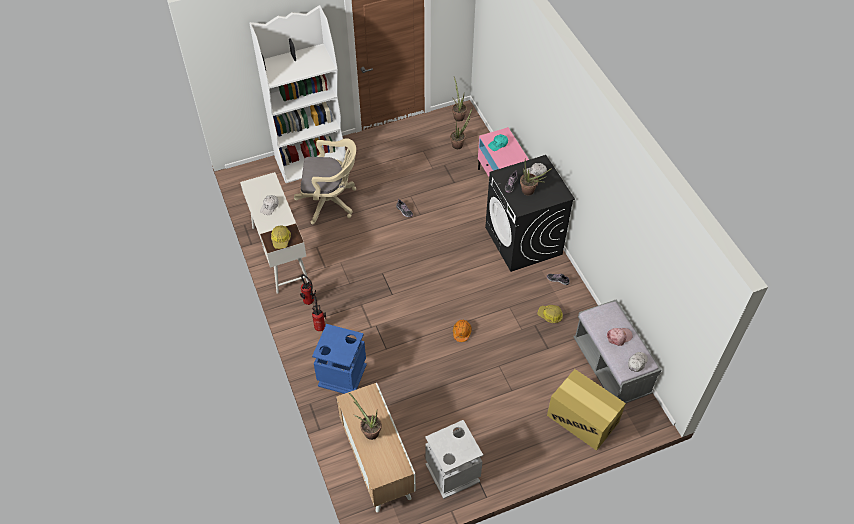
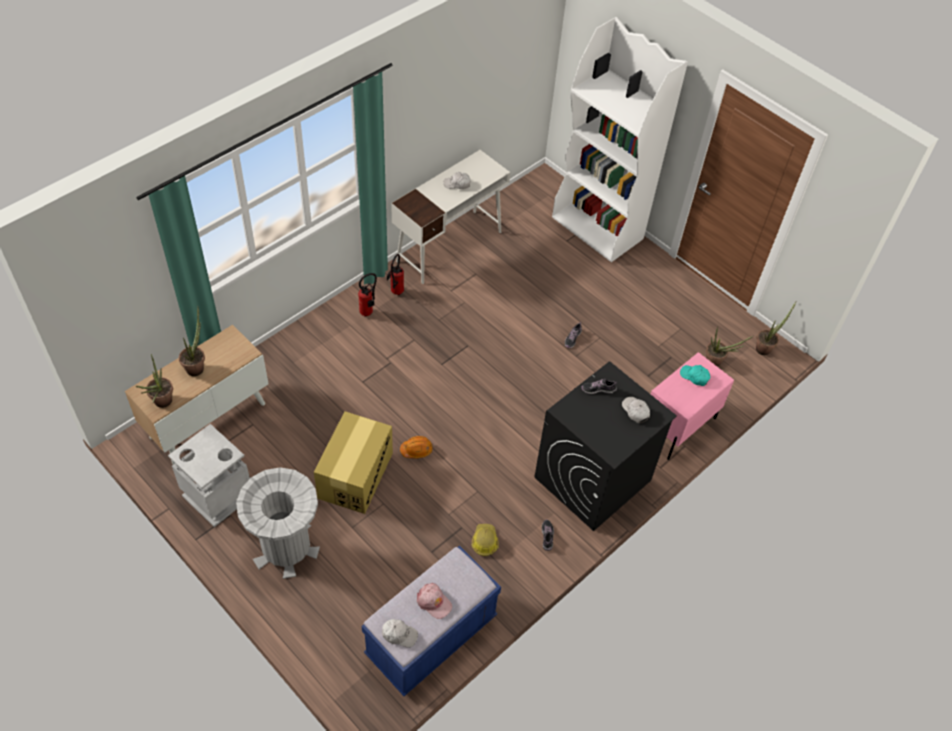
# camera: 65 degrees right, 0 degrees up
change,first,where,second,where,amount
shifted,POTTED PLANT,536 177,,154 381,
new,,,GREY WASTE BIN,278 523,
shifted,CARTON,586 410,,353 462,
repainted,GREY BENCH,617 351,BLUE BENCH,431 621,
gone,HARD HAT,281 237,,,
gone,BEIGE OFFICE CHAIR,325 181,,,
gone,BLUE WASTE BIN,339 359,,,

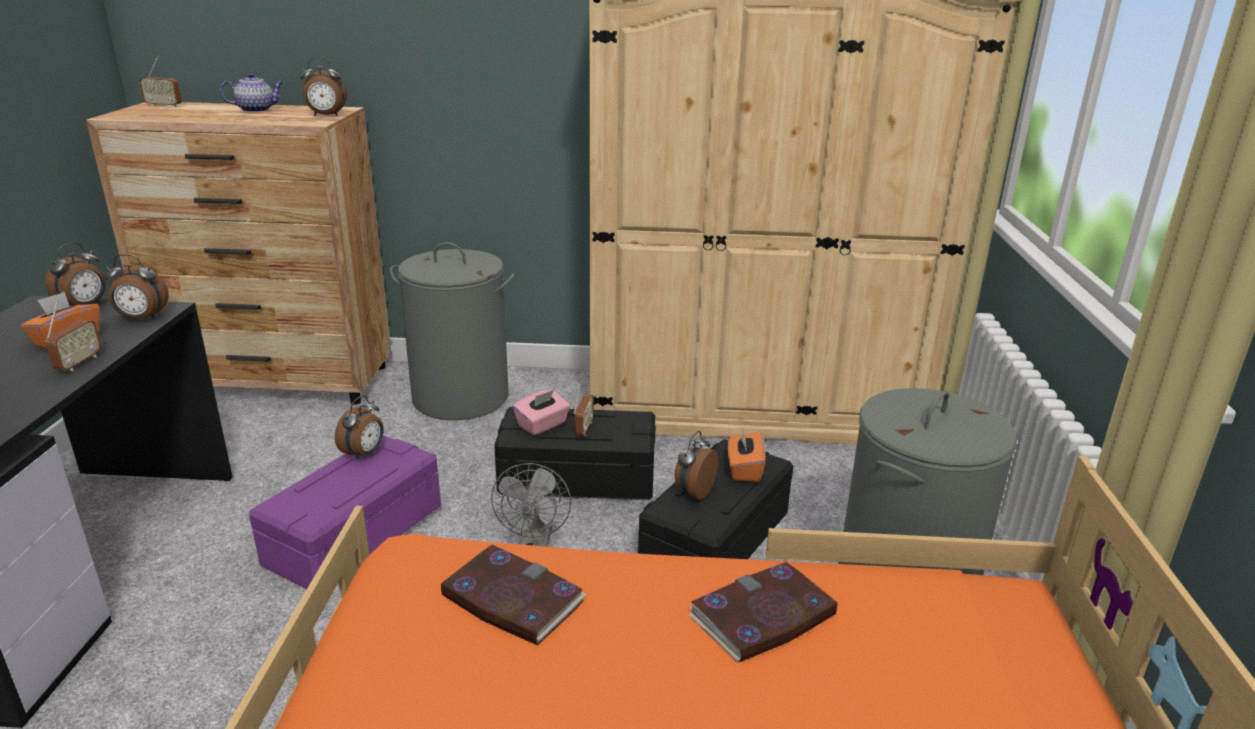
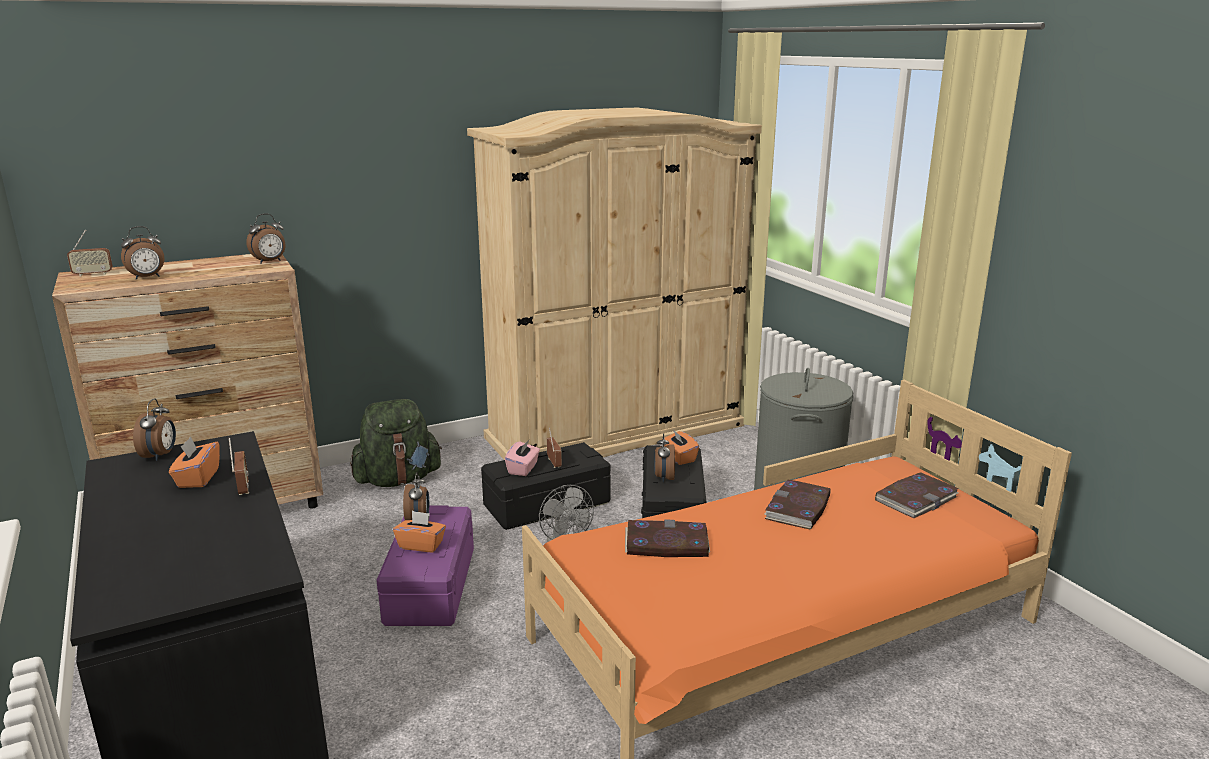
# camera: 30 degrees left, 5 degrees down
change,first,where,second,where,amount
shifted,BEDSIDE CLOCK,137 287,,142 253,
swapped,GREY HAMPER,452 331,GREENISH RUCKSACK,396 443,
new,,,ORANGEY TISSUE HOLDER,419 531,
new,,,BOOK,917 495,
gone,TEAPOT,252 92,,,

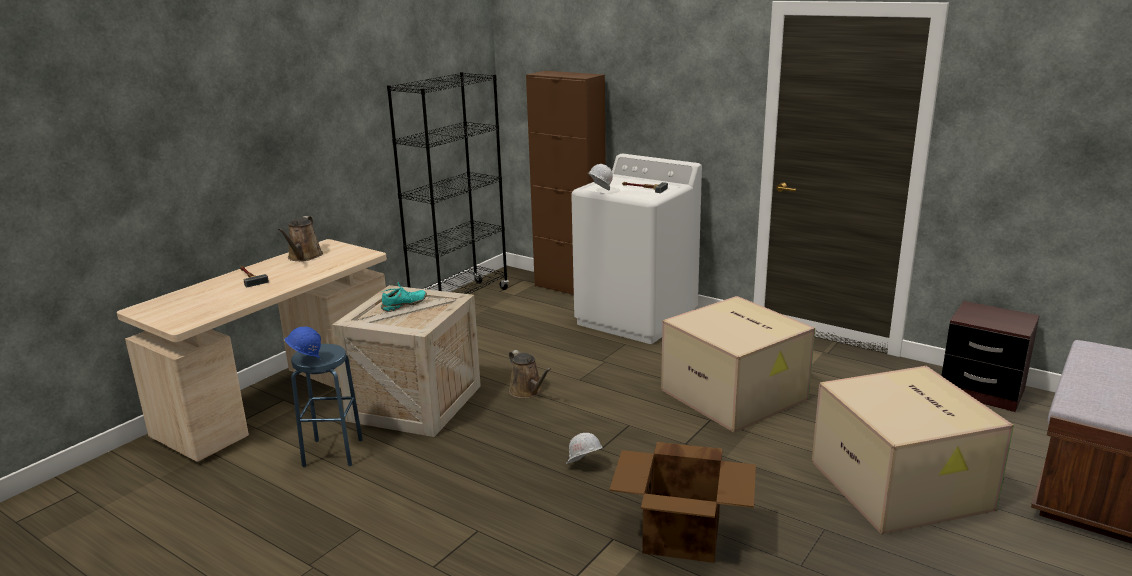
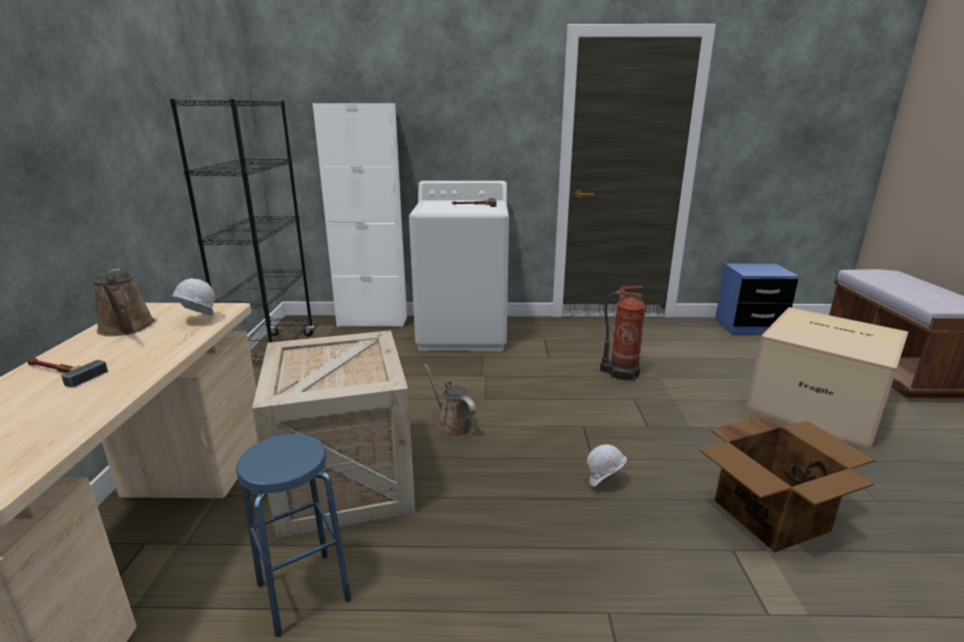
# camera: 35 degrees left, 0 degrees up
change,first,where,second,where,amount
shifted,WHITE HARD HAT,600 177,,192 297,
repainted,BROWN STORAGE CABINET,565 183,WHITE STORAGE CABINET,360 215,
rotated,BROWN WATERING CAN,530 374,,450 401,150 degrees counterclockwise
swapped,CARTON,738 364,EXTINGUISHER,623 333,
repainted,BROWN BEDSIDE TABLE,990 356,BLUE BEDSIDE TABLE,757 299,
gone,BLUE HARD HAT,302 342,,,
gone,BLUE-GREEN ITEM OF FOOTWEAR,404 297,,,

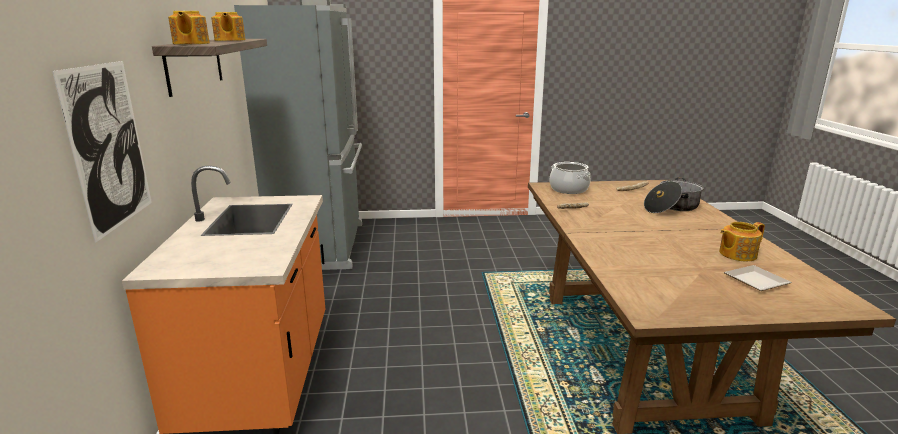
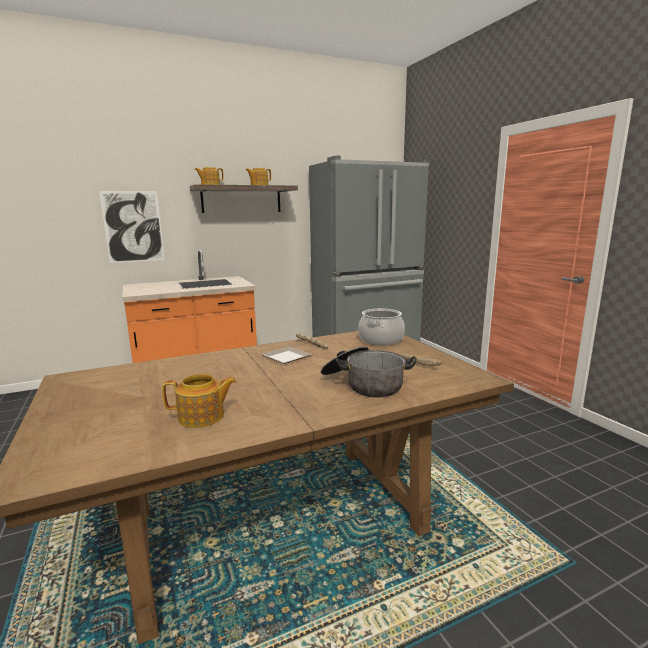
# camera: 70 degrees right, 5 degrees down
change,first,where,second,where,amount
rotated,TEAPOT,742 241,,199 401,120 degrees clockwise
shifted,PLATE,758 278,,286 355,

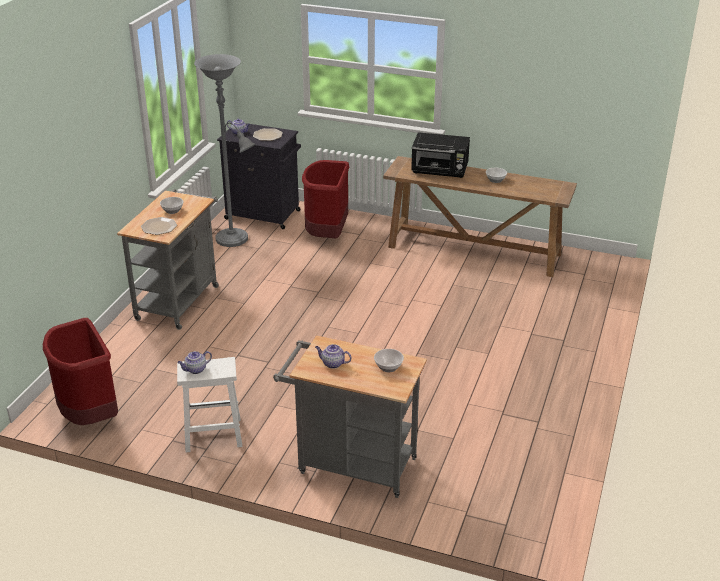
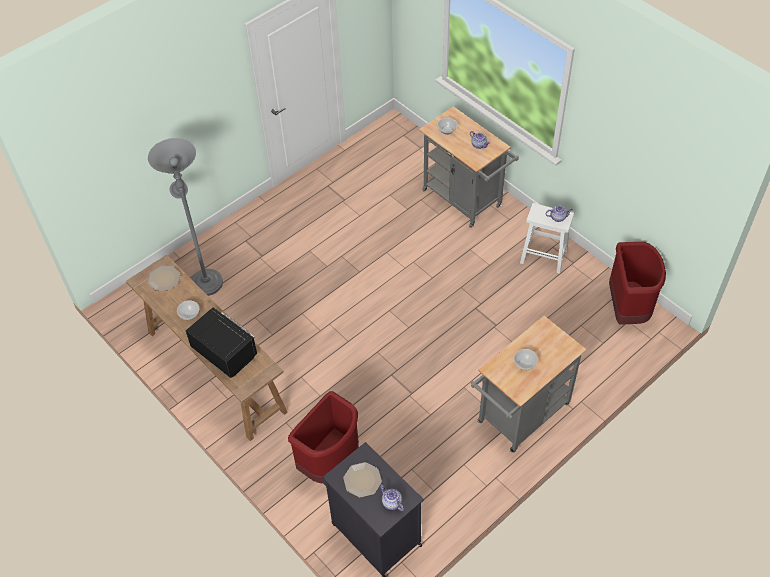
# camera: 150 degrees left, 20 degrees up
change,first,where,second,where,amount
shifted,GREY STANDARD LAMP,225 150,,185 217,
shifted,PLATE,159 226,,164 278,

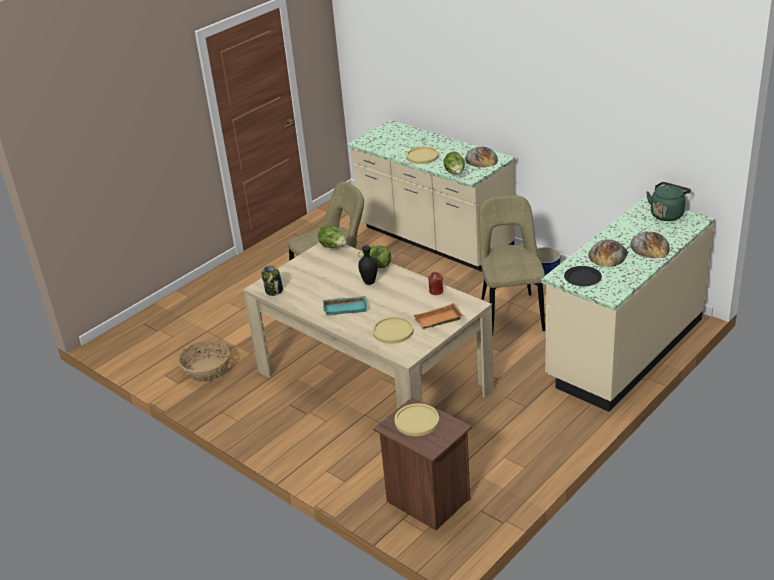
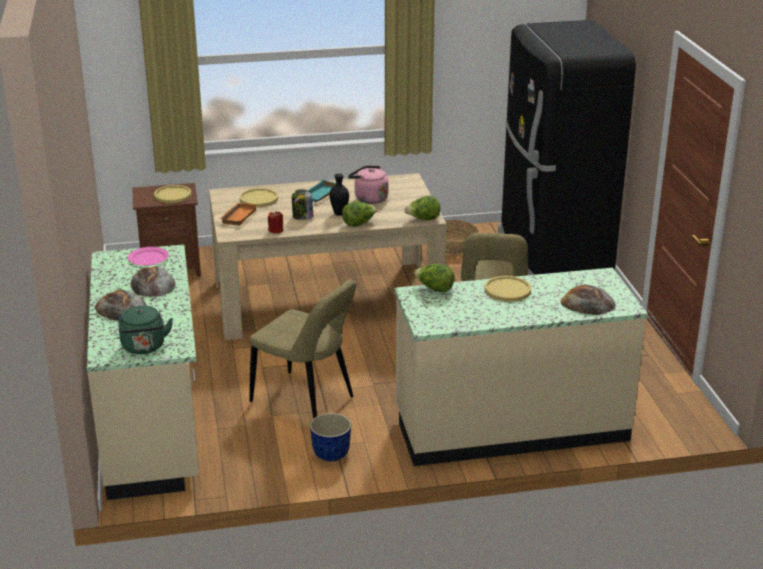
# camera: 125 degrees right, 5 degrees down
change,first,where,second,where,amount
repainted,BLACK-COLOURED PLATE,583 276,PINK-COLOURED PLATE,148 256,
shifted,PRESERVE JAR,272 280,,302 204,
new,,,PINK-COLOURED WATER KETTLE,368 184,
new,,,BLACK-COLOURED FRIDGE,567 147,
shifted,BREAD,481 157,,588 300,

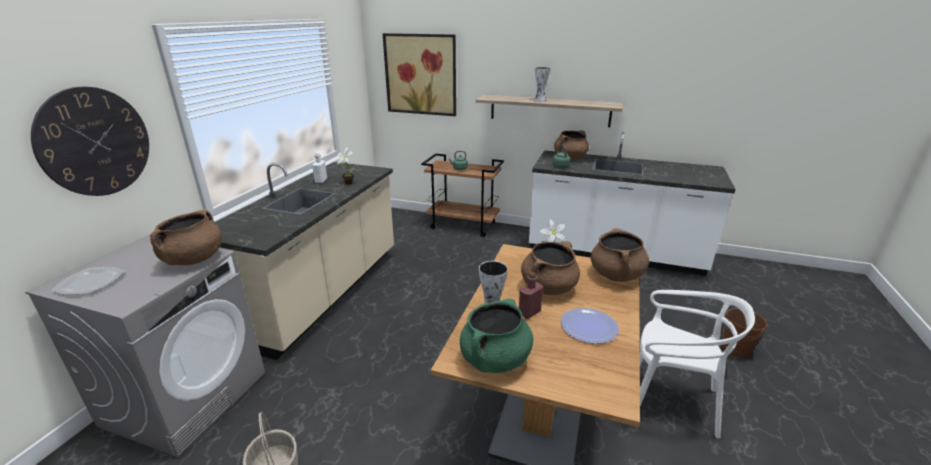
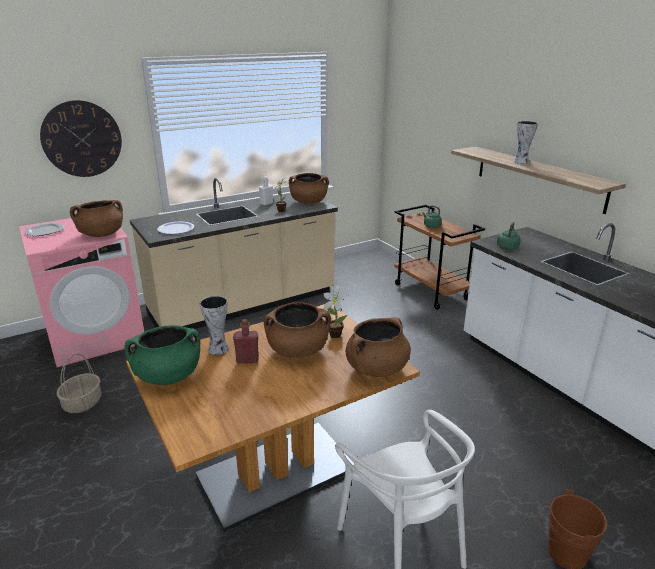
# camera: 40 degrees right, 0 degrees up
change,first,where,second,where,amount
repainted,GREY WASHING MACHINE,145 346,PINK-COLOURED WASHING MACHINE,81 292,
shifted,PLATE,590 326,,175 228,
shifted,BROWN COOKING POT,571 144,,309 188,
gone,WALL PICTURE,419 74,,,

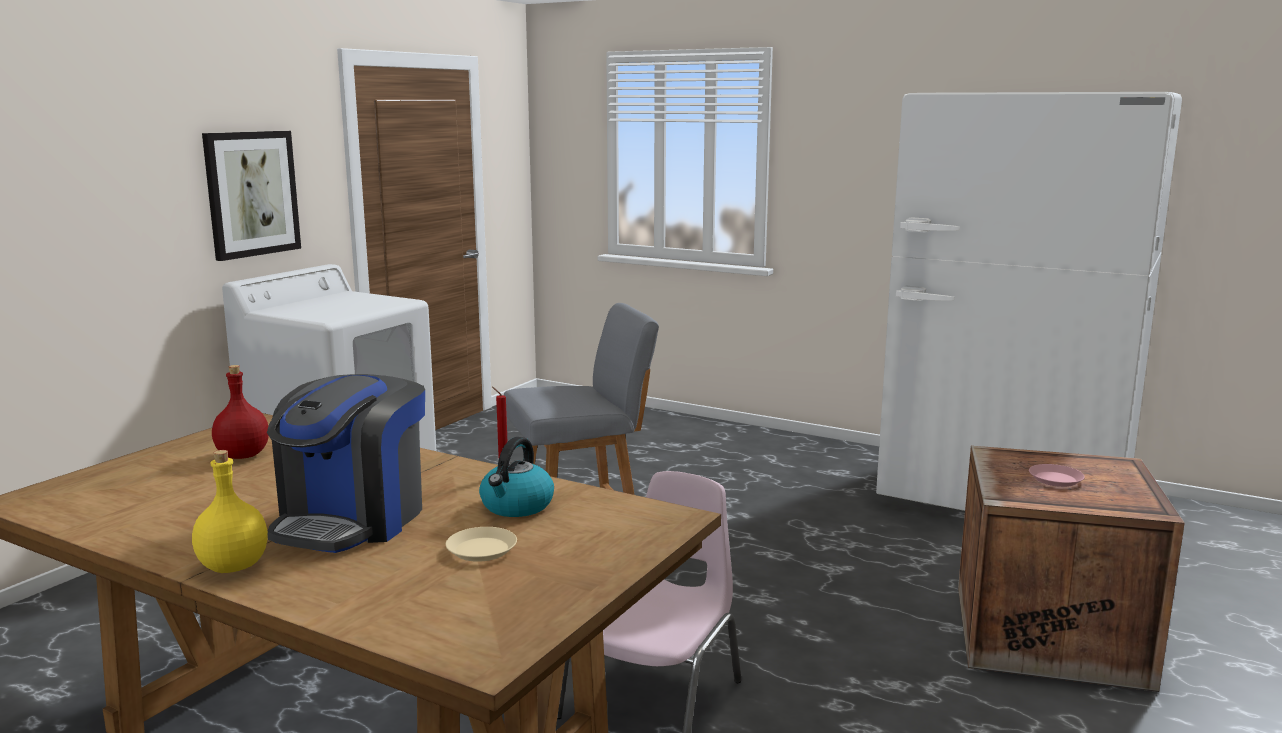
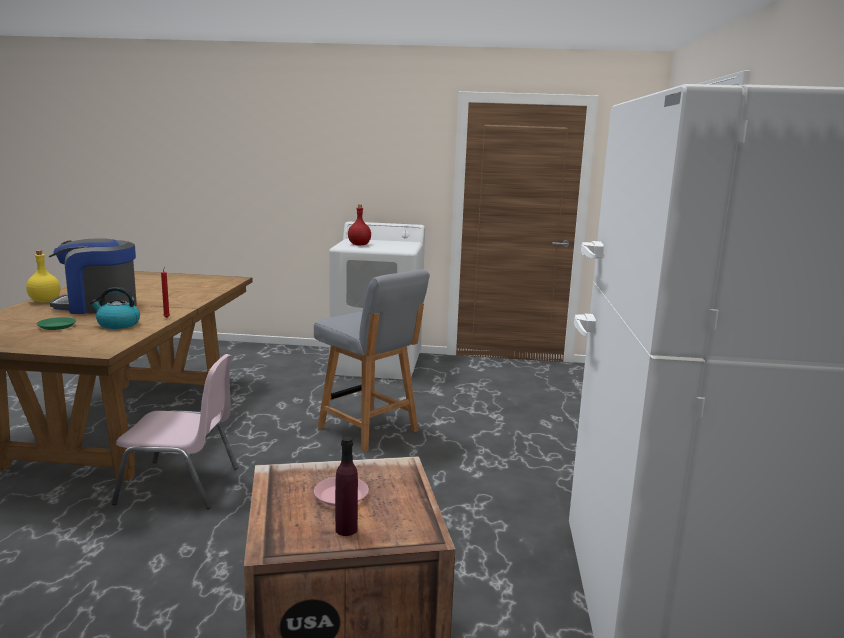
# camera: 65 degrees right, 0 degrees up
change,first,where,second,where,amount
repainted,BEIGE PLATE,481 544,GREENISH PLATE,56 323,
new,,,PURPLISH BEVERAGE BOTTLE,346 486,
shifted,REDDISH BEVERAGE BOTTLE,240 412,,359 225,
gone,WALL PICTURE,251 196,,,

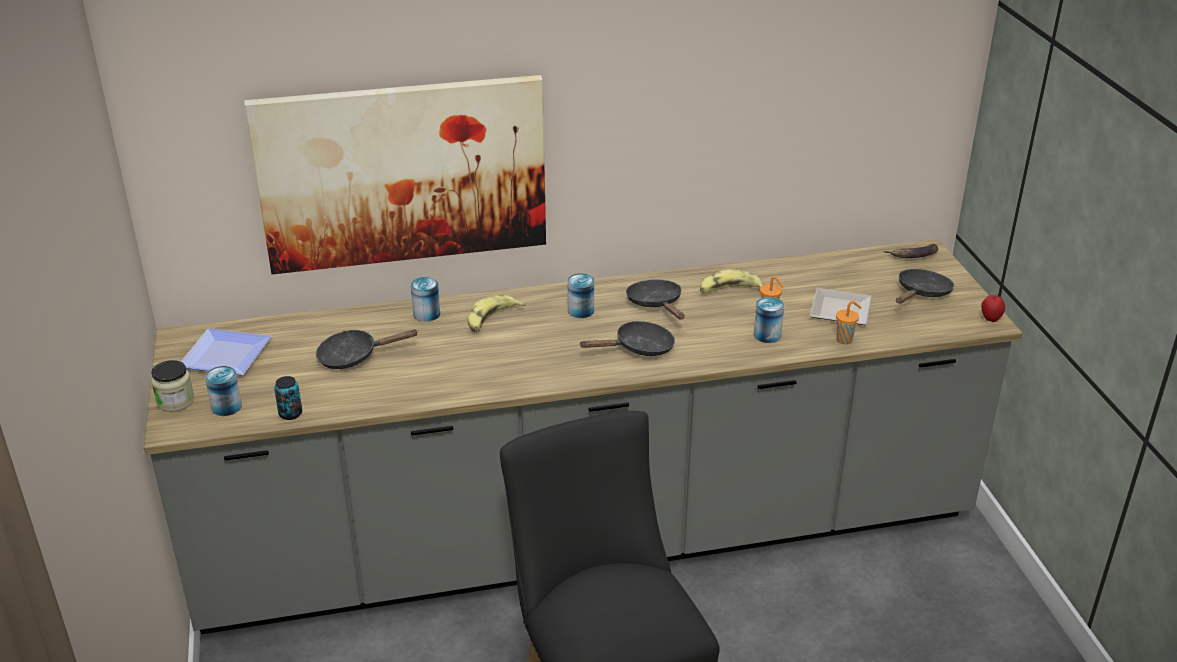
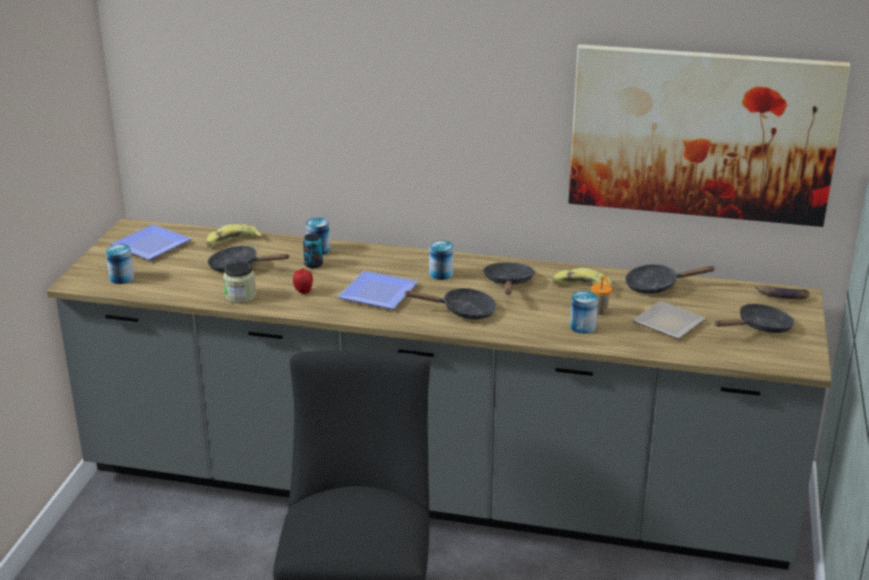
# camera: 25 degrees right, 5 degrees down
change,first,where,second,where,amount
shifted,WHOLE BANANA,496 313,,234 235,
shifted,PRESERVE JAR,172 386,,239 282,
shifted,APPLE FRUIT,993 308,,303 281,
shifted,SEALED CAN,288 398,,313 251,
new,,,PLATE,378 289,
shifted,WALL PICTURE,395 175,,710 135,
new,,,BLACK-COLOURED FRYING PAN,670 279,
gone,ORANGEY SMALL CUP,849 322,,,

